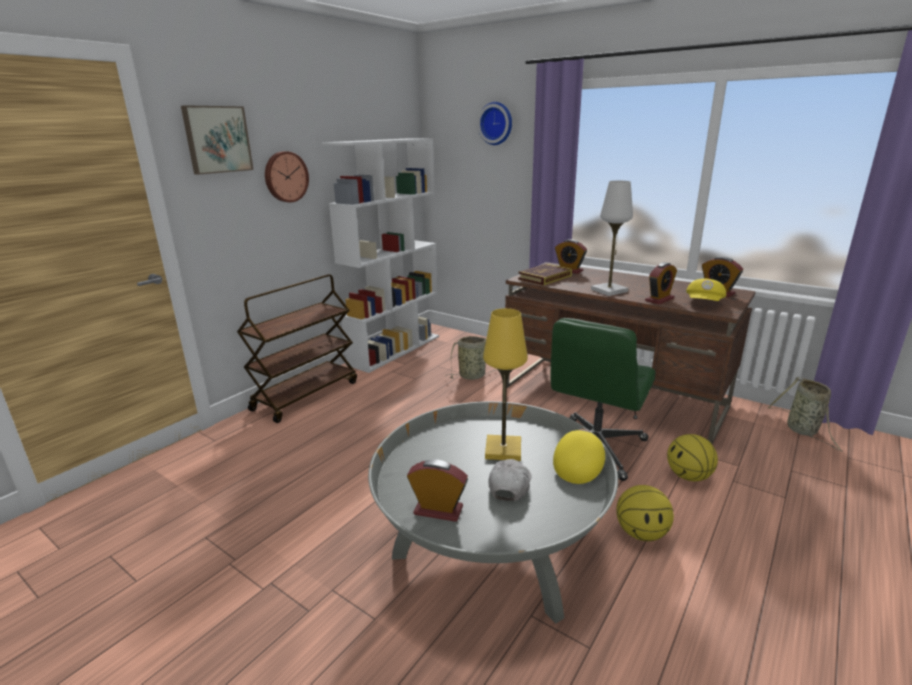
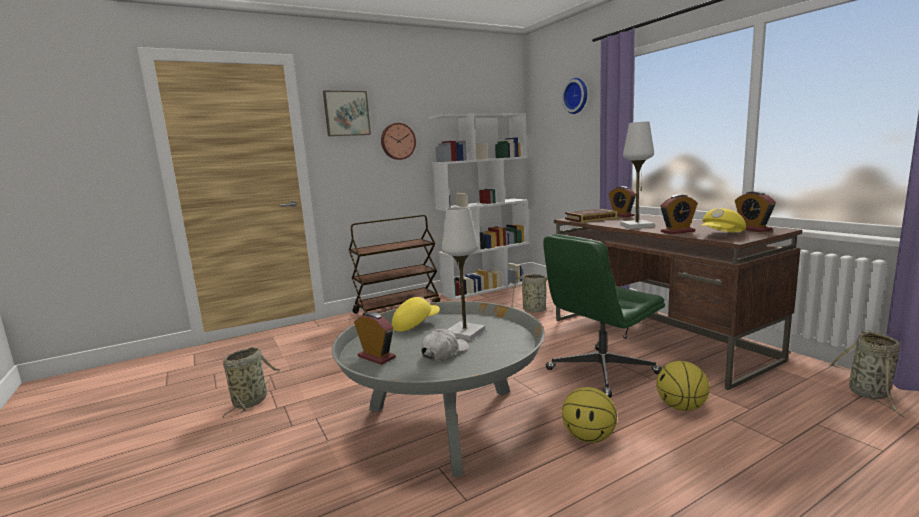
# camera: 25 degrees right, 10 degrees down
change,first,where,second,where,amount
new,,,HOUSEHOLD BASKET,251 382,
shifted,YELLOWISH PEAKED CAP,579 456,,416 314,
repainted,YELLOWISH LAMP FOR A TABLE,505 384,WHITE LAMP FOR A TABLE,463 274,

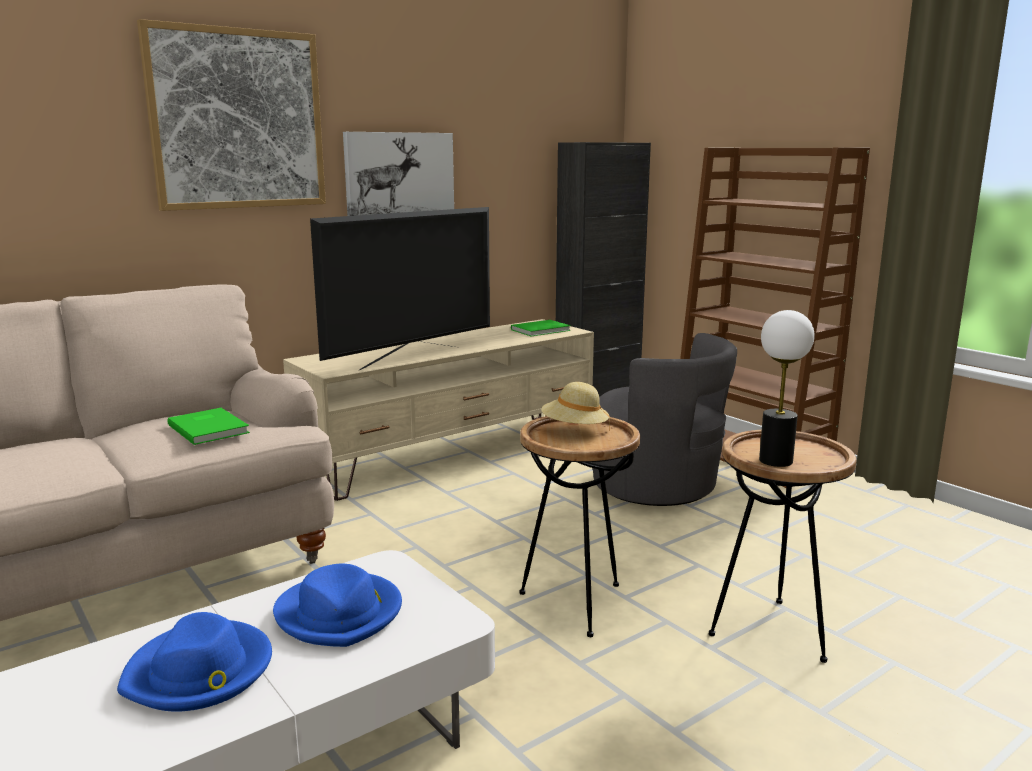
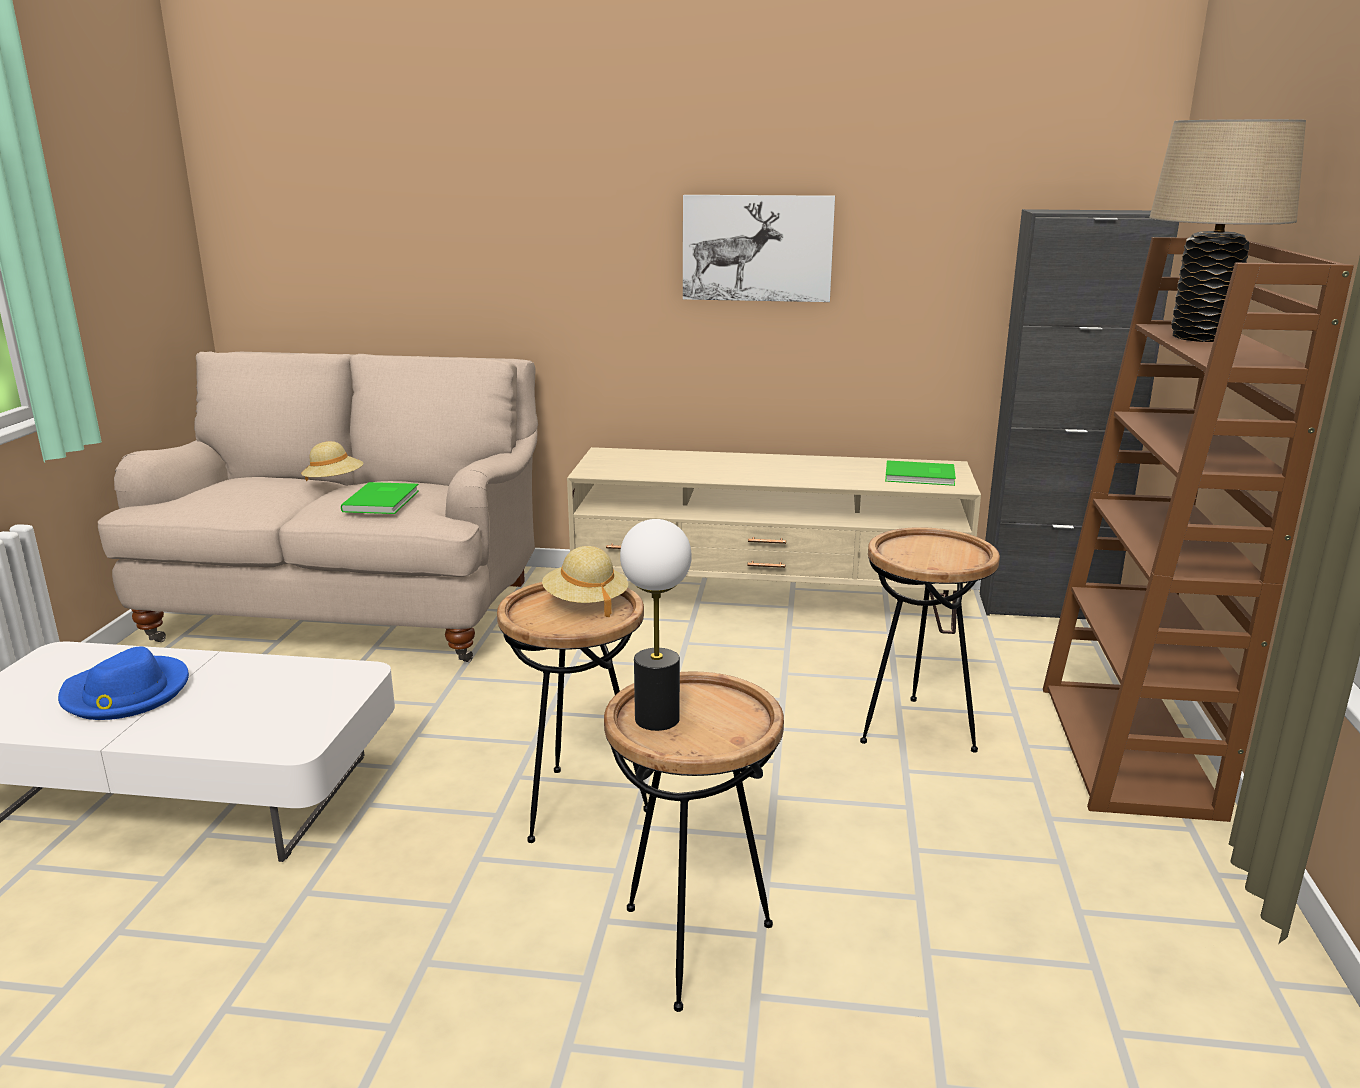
# camera: 45 degrees right, 5 degrees up
change,first,where,second,where,amount
new,,,BEIGE HAT,332 461,
swapped,GREY EASY CHAIR,665 419,BROWN ACCENT TABLE,930 639,
new,,,BEIGE LAMP FOR A TABLE,1227 230,
gone,WALL PICTURE,231 115,,,
gone,BLUE HAT,337 605,,,
gone,TV SET,400 289,,,

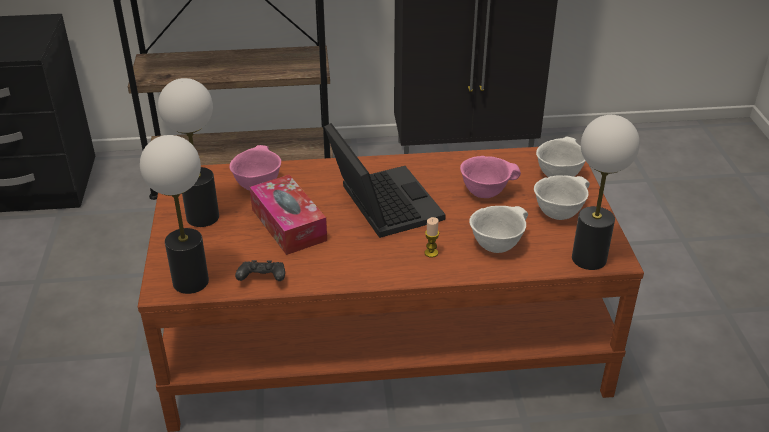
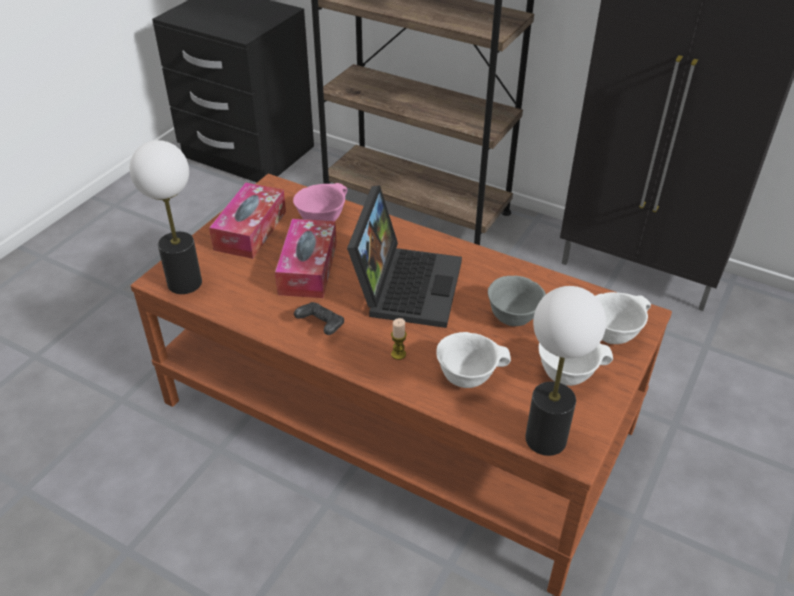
# camera: 35 degrees right, 5 degrees up
change,first,where,second,where,amount
swapped,LAMP FOR A TABLE,188 152,TISSUE HOLDER,247 221,
shifted,BLACK-COLOURED JOYPAD,260 270,,319 318,
repainted,PINK-COLOURED SERVING BOWL,490 177,GREY SERVING BOWL,517 301,

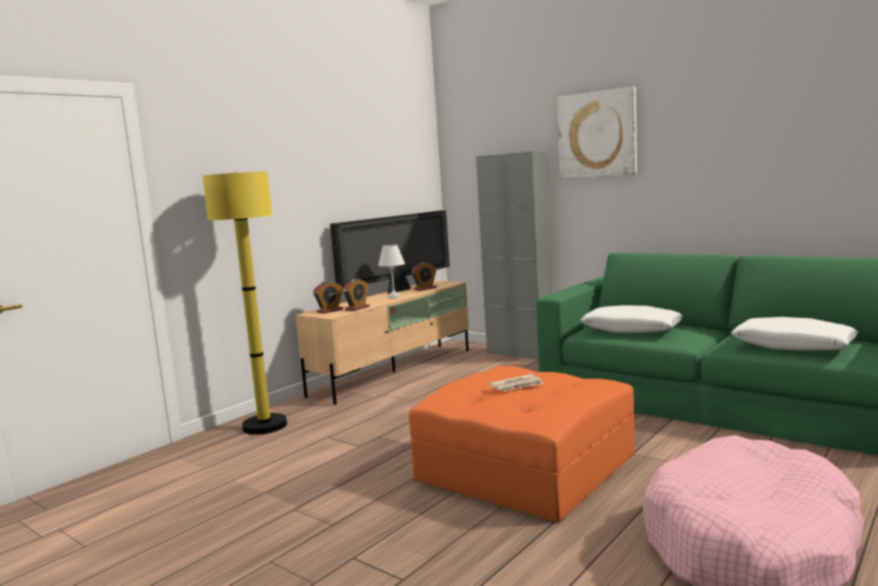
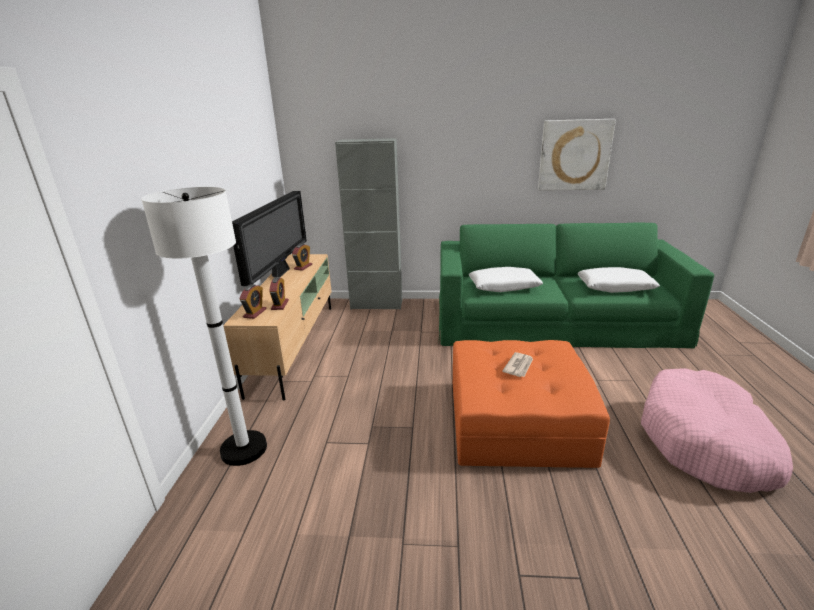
# camera: 35 degrees left, 15 degrees up
change,first,where,second,where,amount
repainted,YELLOWISH STANDARD LAMP,245 303,WHITE STANDARD LAMP,204 326,
shifted,WALL PICTURE,597 133,,577 155,
gone,WHITE LAMP FOR A TABLE,391 272,,,

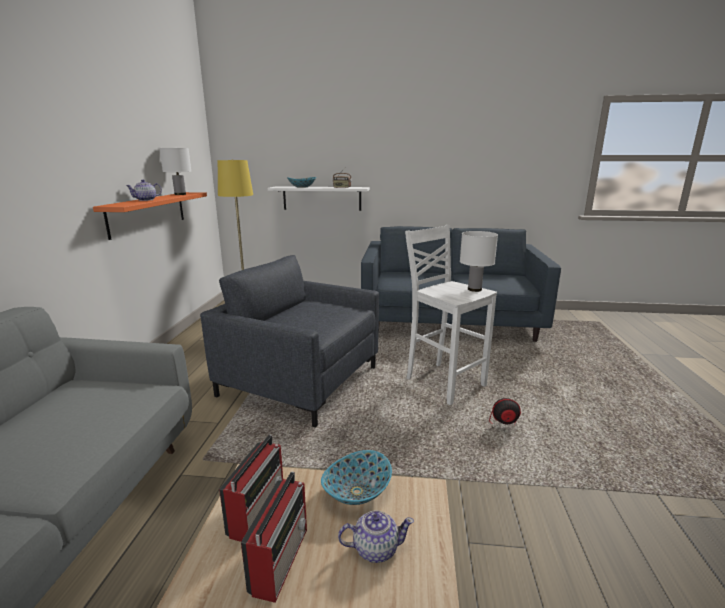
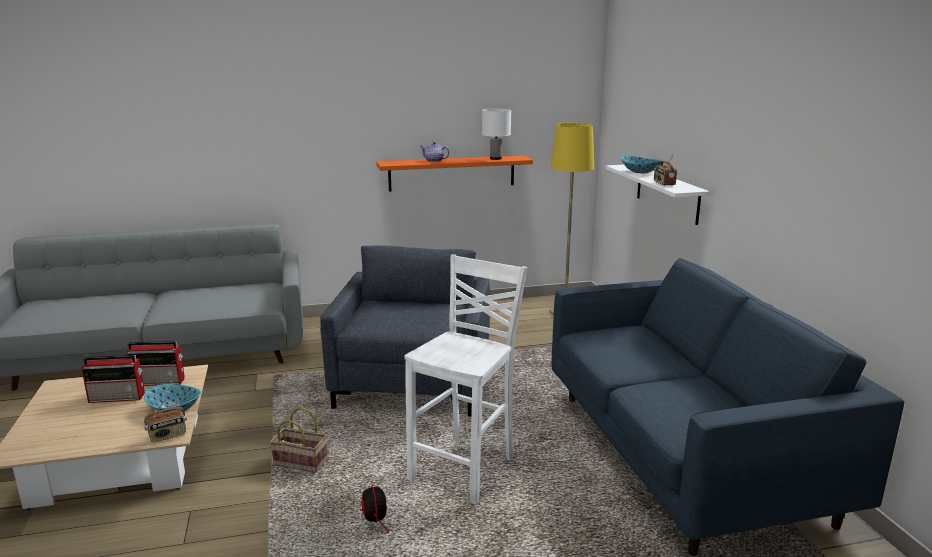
# camera: 70 degrees right, 0 degrees up
change,first,where,second,where,amount
new,,,RADIO SET,165 419,
new,,,HOUSEHOLD BASKET,299 439,
gone,TEAPOT,376 536,,,
gone,WHITE LAMP FOR A TABLE,479 261,,,

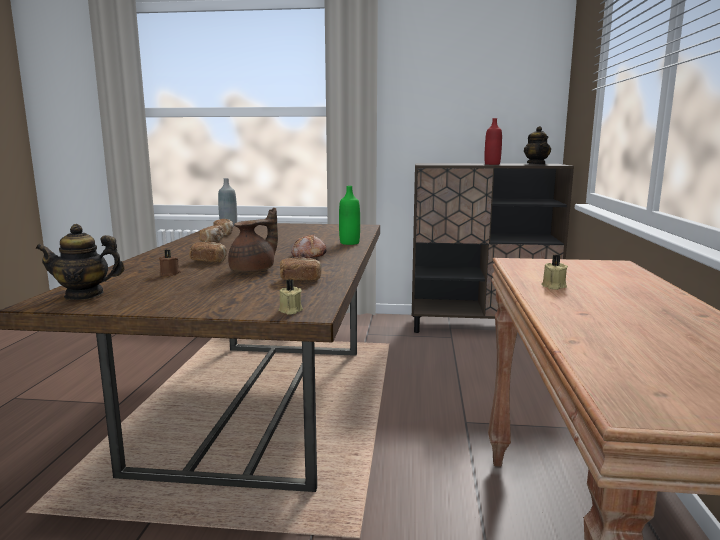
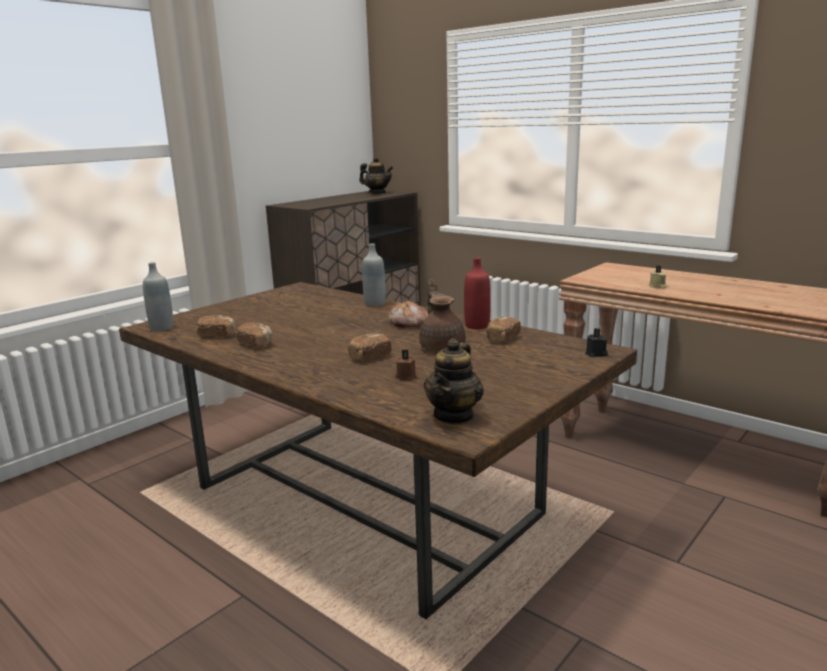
# camera: 55 degrees left, 5 degrees up
change,first,where,second,where,amount
repainted,GREENISH BEVERAGE BOTTLE,349 215,GREY BEVERAGE BOTTLE,374 275,
shifted,REDDISH BEVERAGE BOTTLE,493 141,,477 293,
repainted,BEIGE WAX CANDLE,290 297,BLACK-COLOURED WAX CANDLE,596 342,

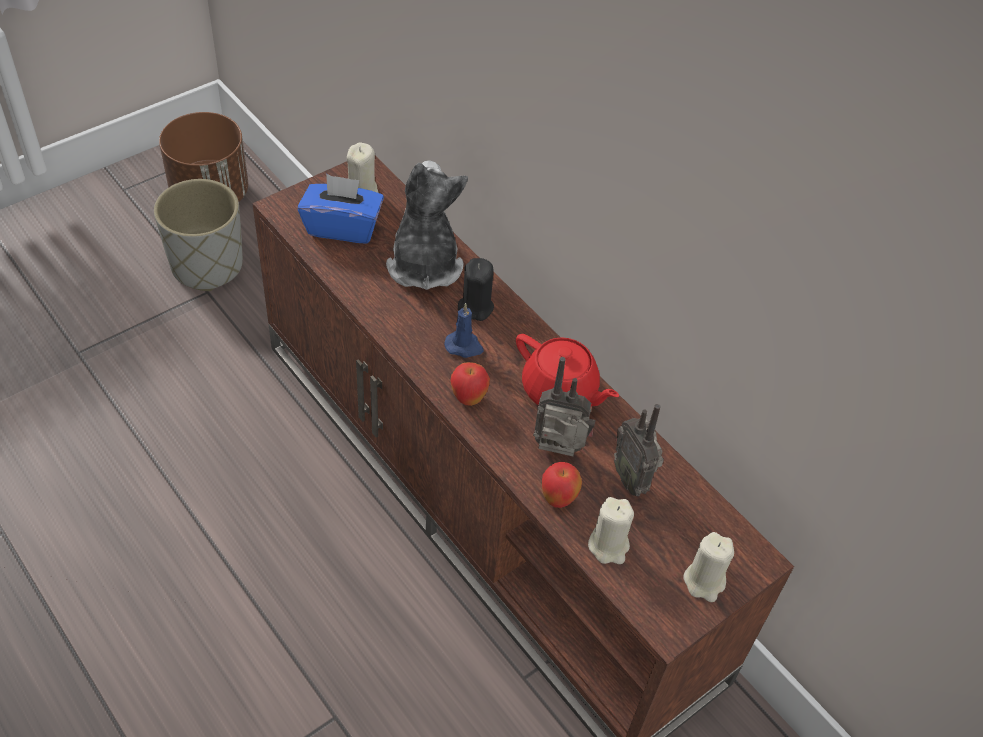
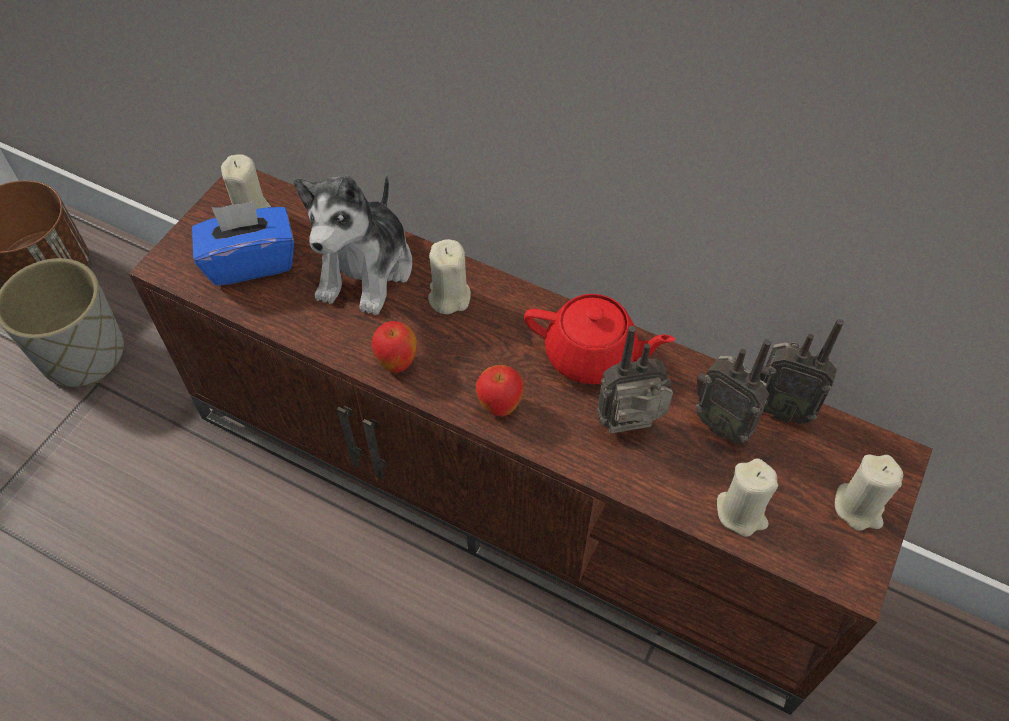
# camera: 20 degrees left, 5 degrees up
change,first,where,second,where,amount
rotated,CUDDLY TOY,427 225,,352 244,135 degrees counterclockwise
shifted,APPLE FRUIT,562 485,,394 347,
repainted,BLACK-COLOURED WAX CANDLE,476 289,BEIGE WAX CANDLE,449 276,
new,,,RADIO SET,802 371,
gone,BLUE WAX CANDLE,464 330,,,

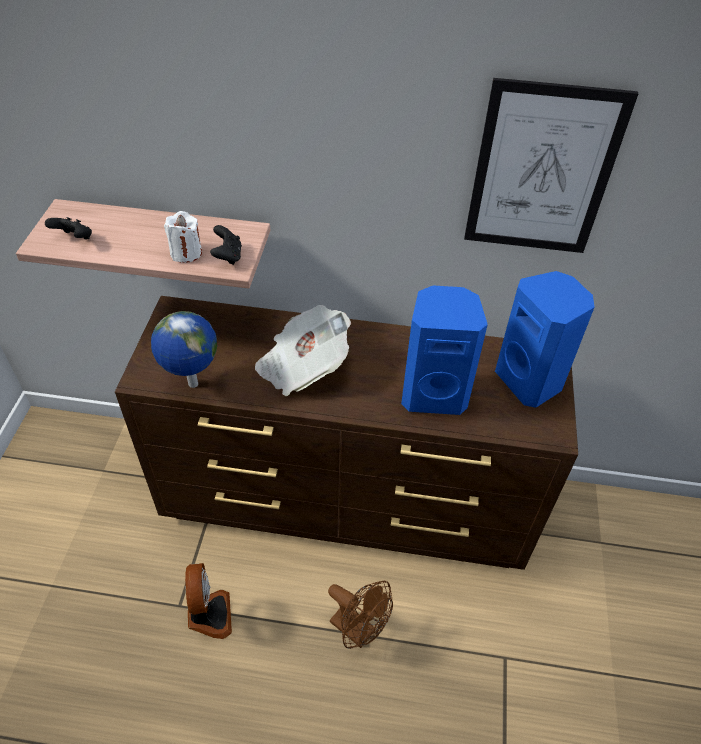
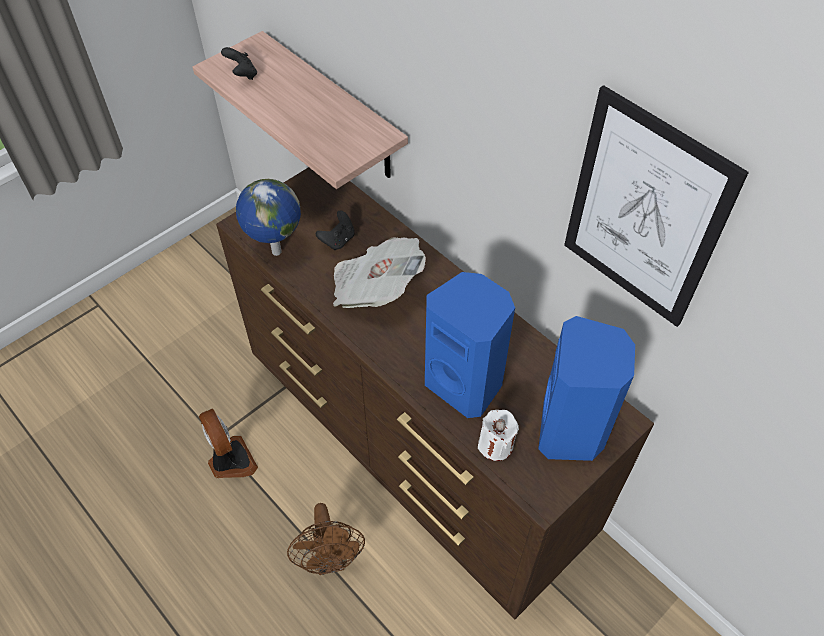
# camera: 40 degrees right, 5 degrees up
change,first,where,second,where,amount
rotated,FAN,208 601,,228 443,60 degrees counterclockwise
shifted,BLACK-COLOURED JOYPAD,226 245,,335 230,
shifted,WHITE WAX CANDLE,183 237,,498 435,

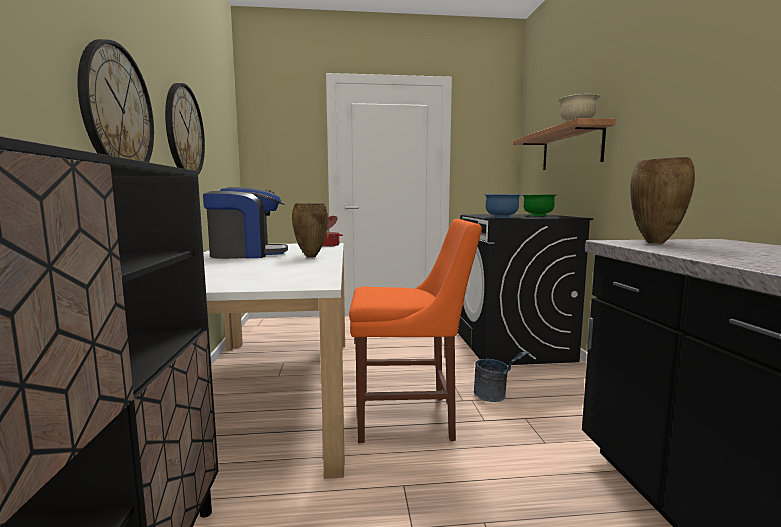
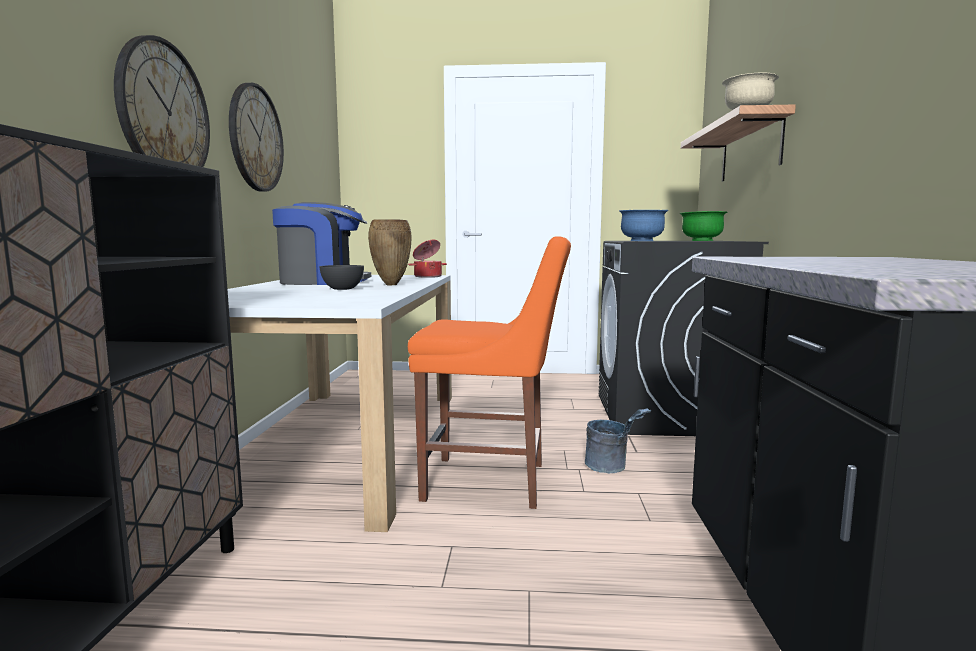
# camera: 10 degrees right, 0 degrees up
change,first,where,second,where,amount
new,,,GREY SERVING BOWL,342 277,
gone,BROWN DECORATIVE VASE,662 200,,,

